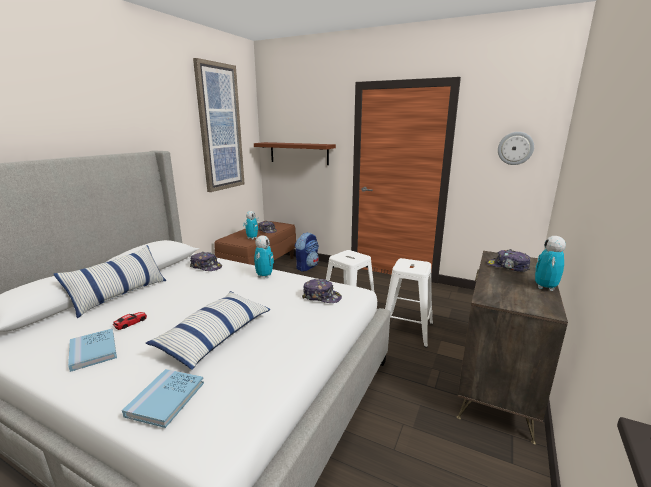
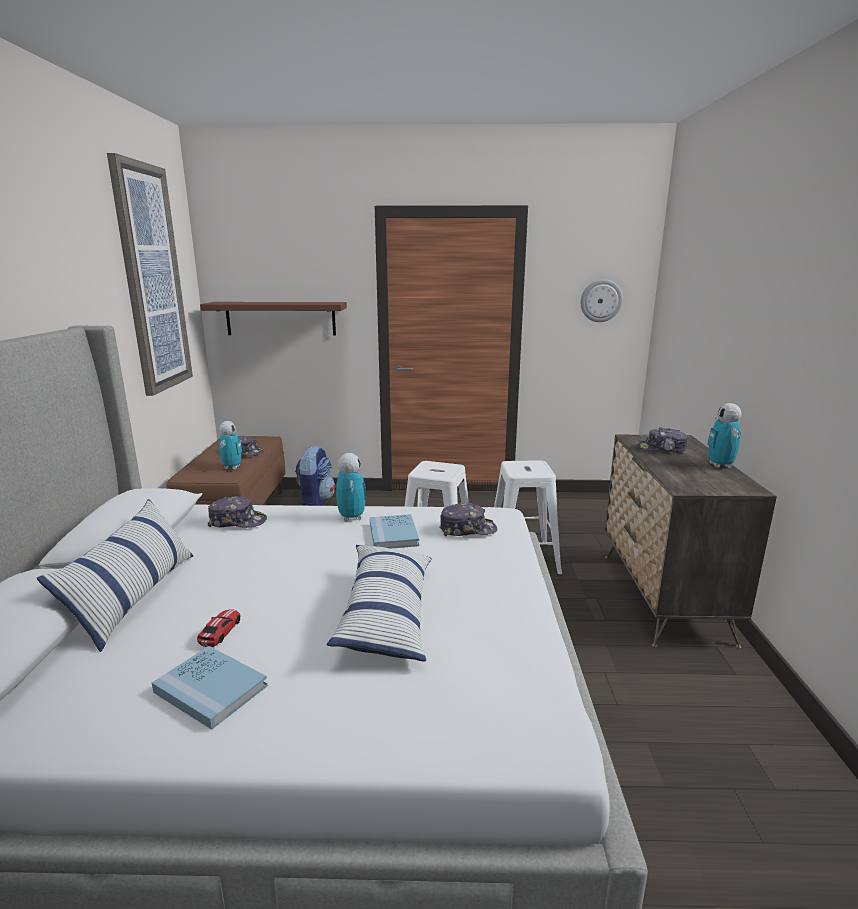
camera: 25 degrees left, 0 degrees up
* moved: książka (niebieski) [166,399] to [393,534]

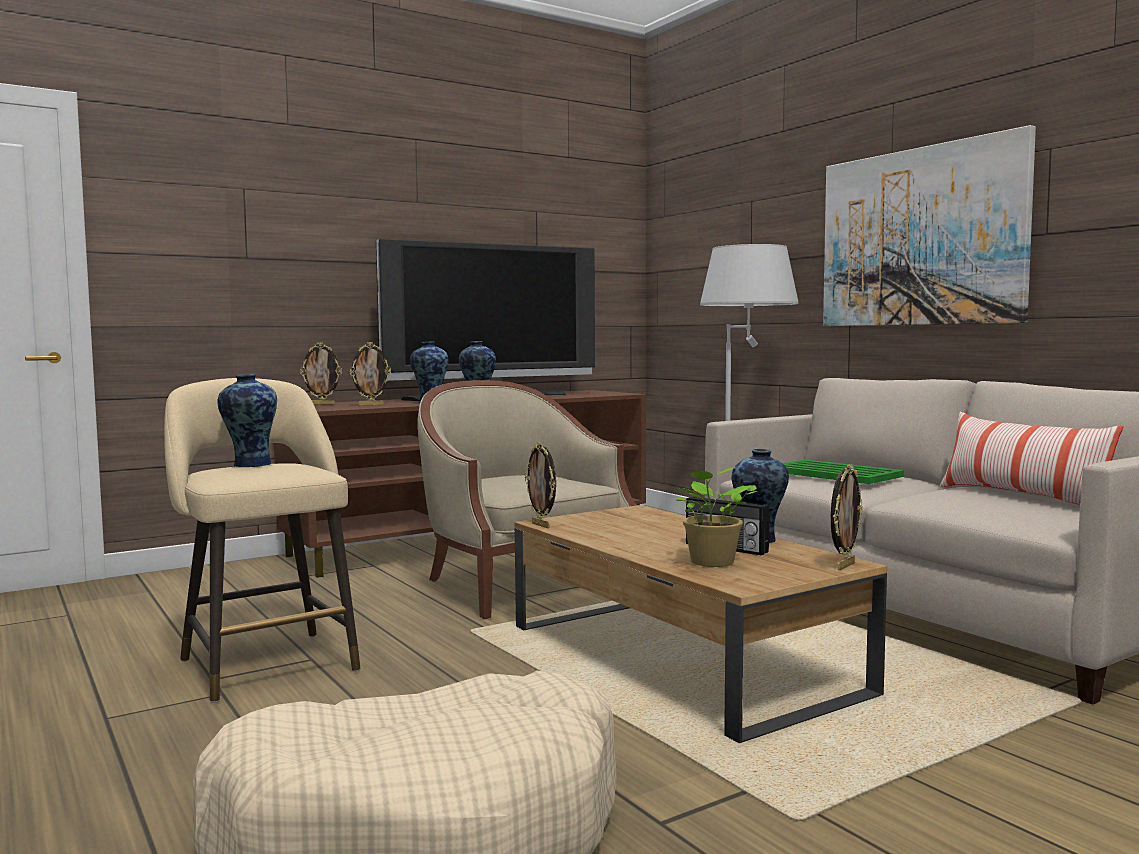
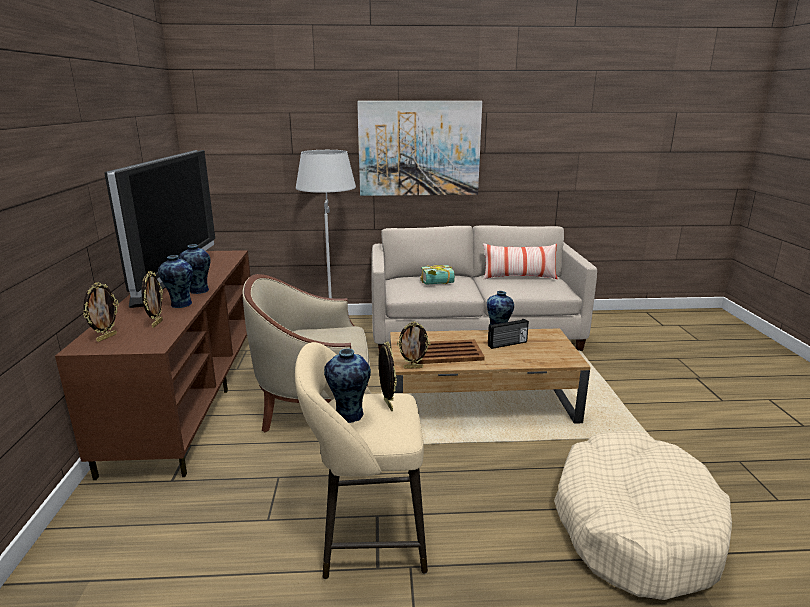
camera: 60 degrees left, 15 degrees up
* moved: ramka na zdjęcie [844,566] to [387,405]
* added: taca (brązowy) [445,353]
* replaced: taca (zielony) [834,474] to książka [438,283]
* removed: roślina doniczkowa [711,563]

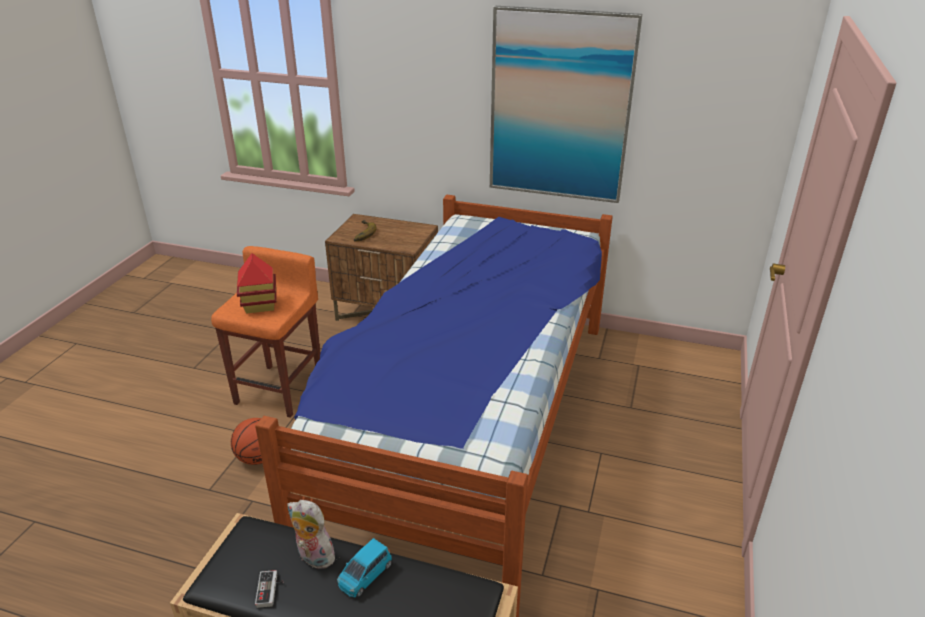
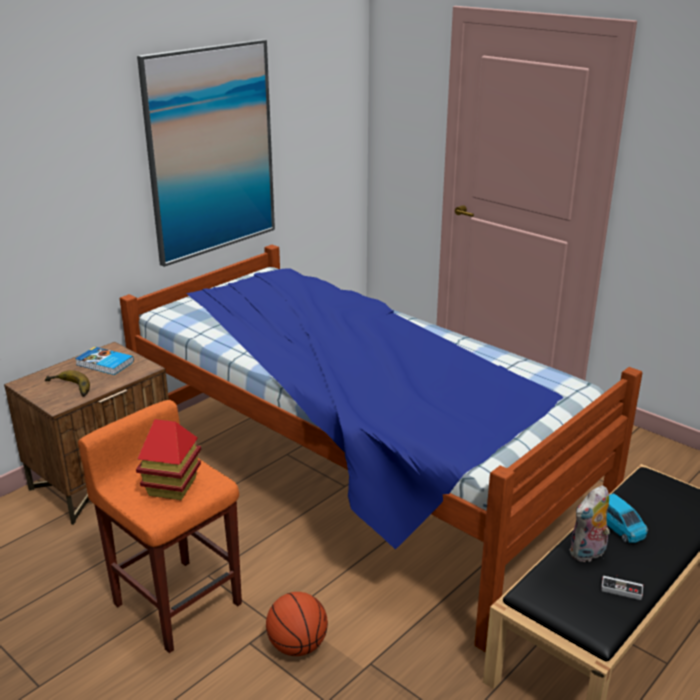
camera: 65 degrees left, 5 degrees down
* added: książka [104,364]

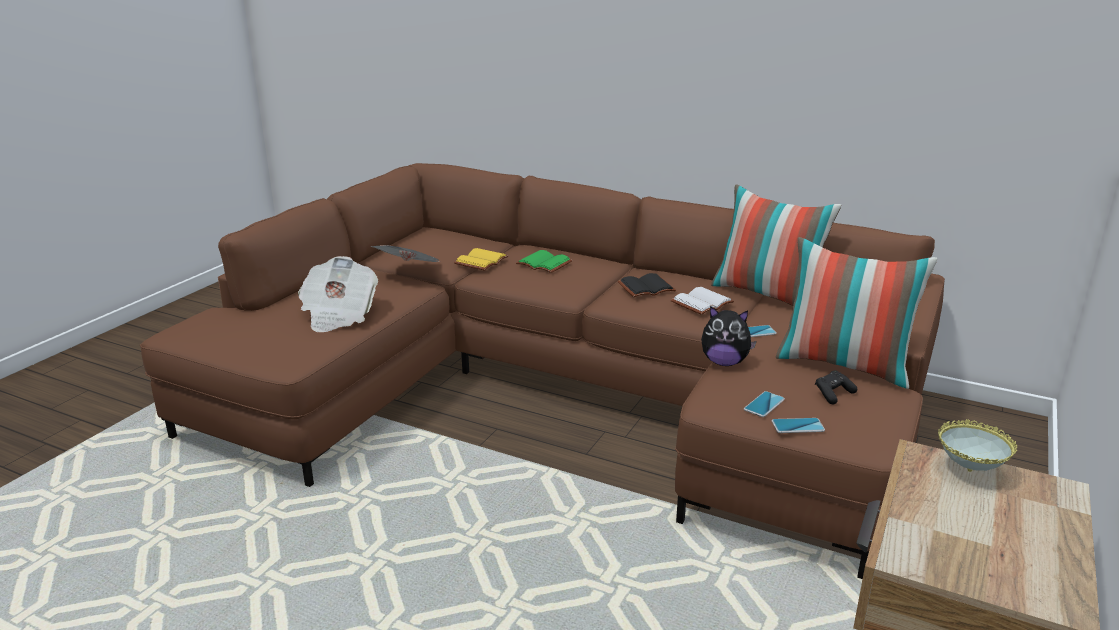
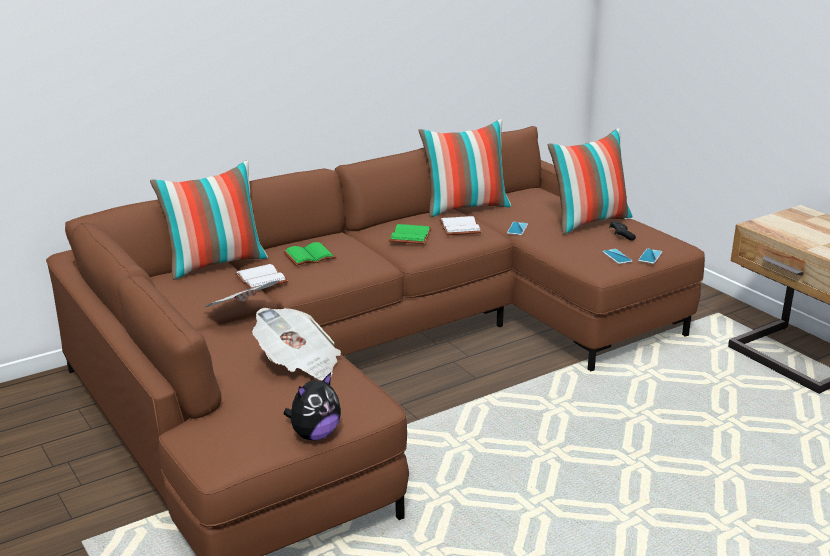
camera: 60 degrees left, 0 degrees up
* added: poduszka [215,264]
* recoloured: książka (żółty) [482,262] to książka (biały) [262,279]
* moved: pluszak [724,362] to [314,435]
* recoloured: książka (czarny) [646,287] to książka (zielony) [409,235]
* removed: miska [969,471]

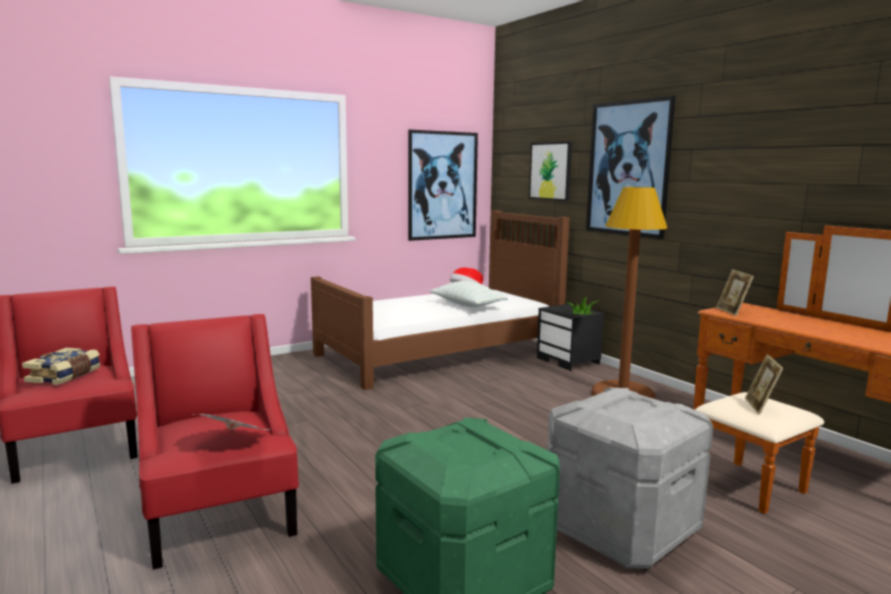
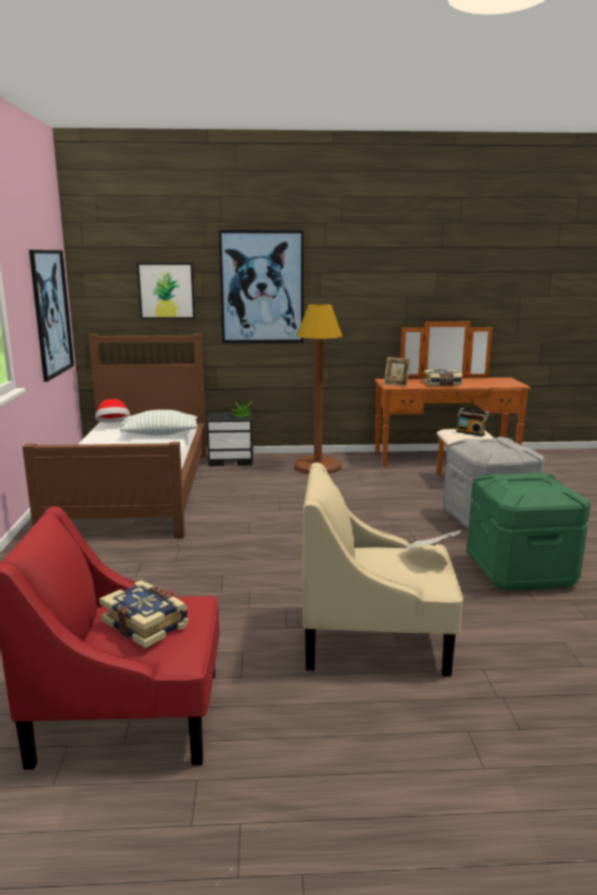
camera: 60 degrees left, 5 degrees up
* recoloured: fotel (czerwony) [219,511] to fotel (beżowy) [375,638]
* added: książka [442,384]
* replaced: ramka na zdjęcie [760,407] to radio [471,433]

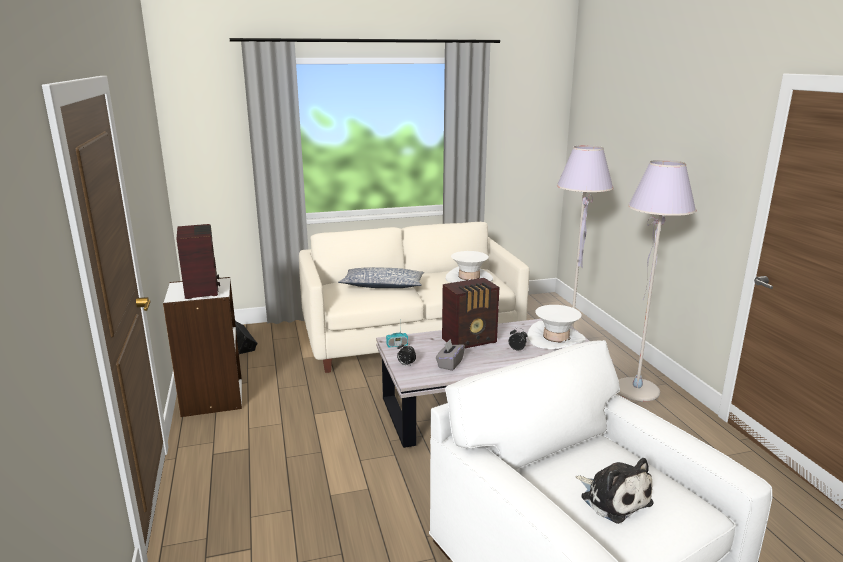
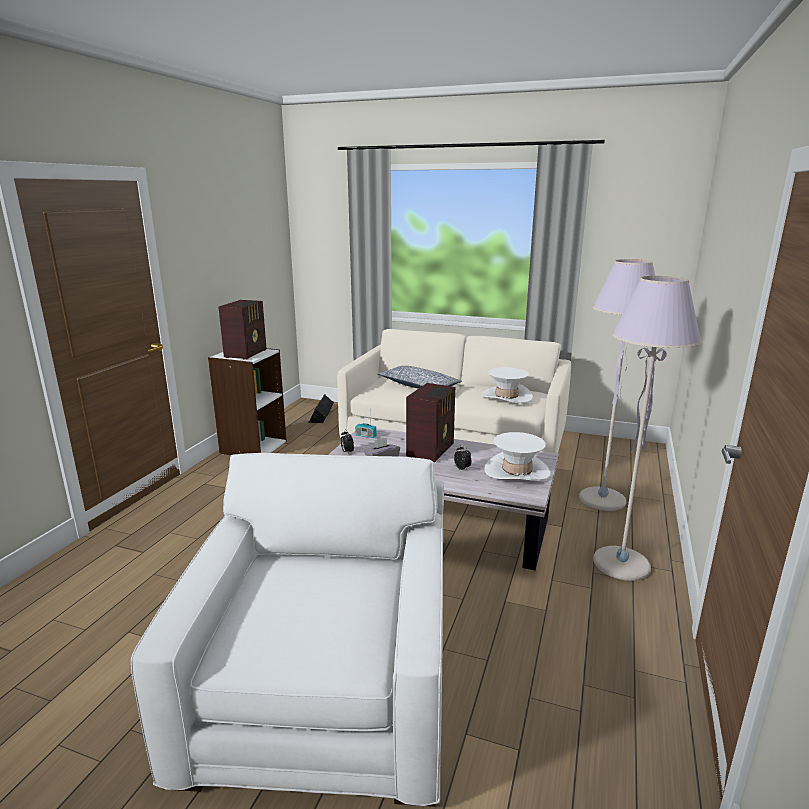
camera: 35 degrees right, 0 degrees up
* turned: radio [470,341] = [432,450] 75 degrees counterclockwise
* removed: pluszak [613,498]

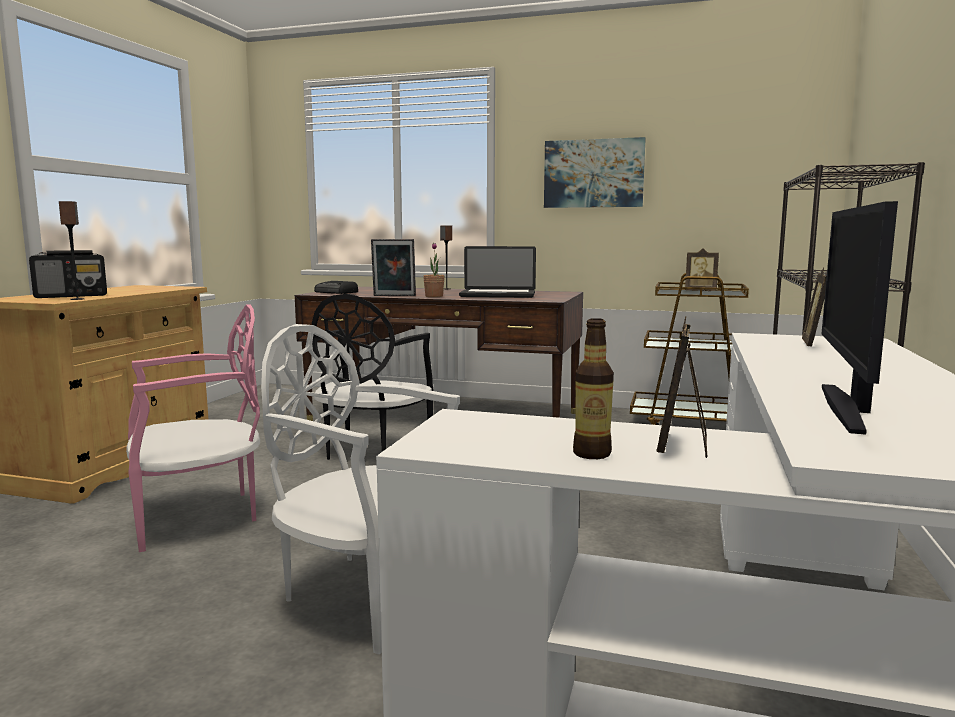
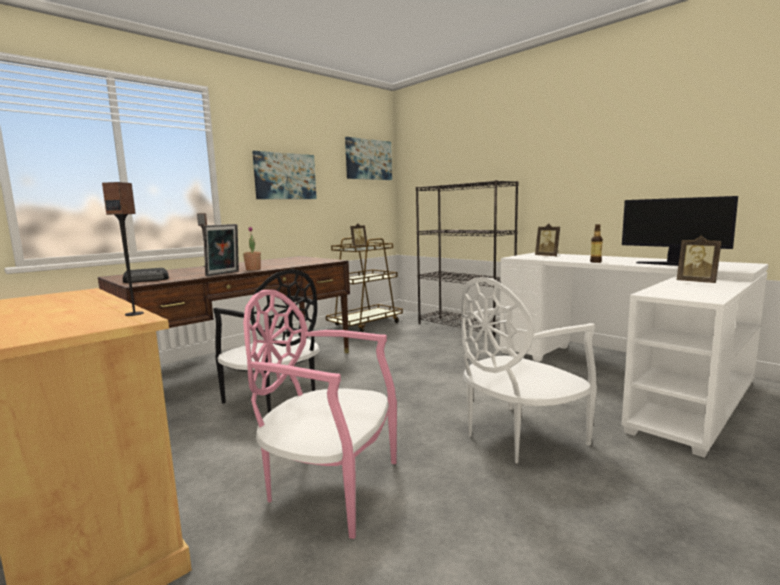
camera: 60 degrees left, 0 degrees up
* turned: krzesło (różowy) [198,515] = [329,486] 75 degrees counterclockwise
* added: obraz [368,159]
* moved: butelka [592,454] to [595,262]
* removed: radio [72,296]
* removed: laptop [497,295]

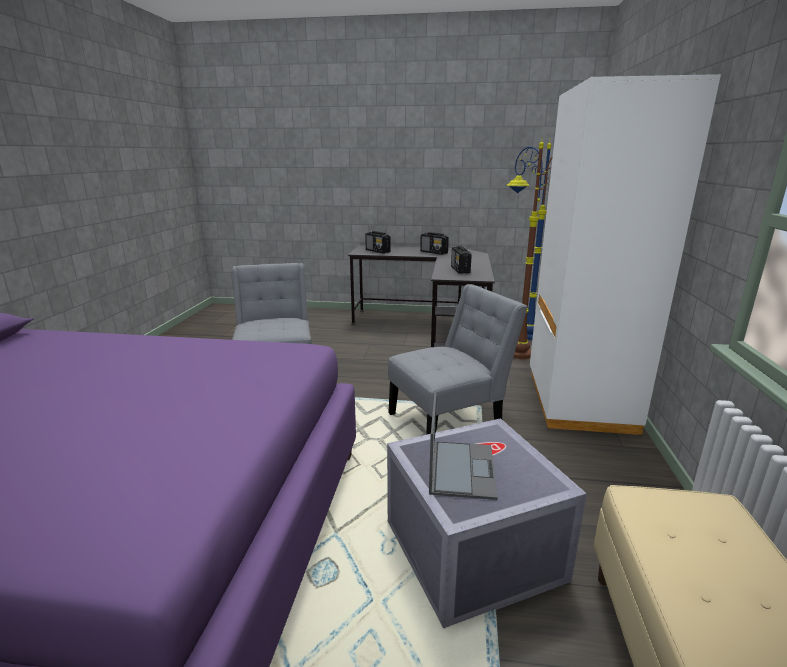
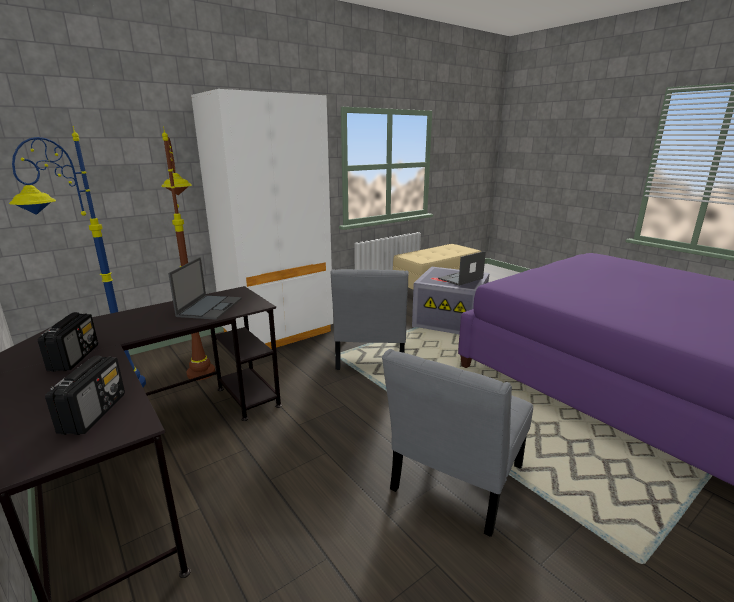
camera: 135 degrees left, 0 degrees up
* replaced: radio [460,270] to laptop [210,307]
* turned: krzesło (szary) [450,420] = [370,357] 105 degrees counterclockwise

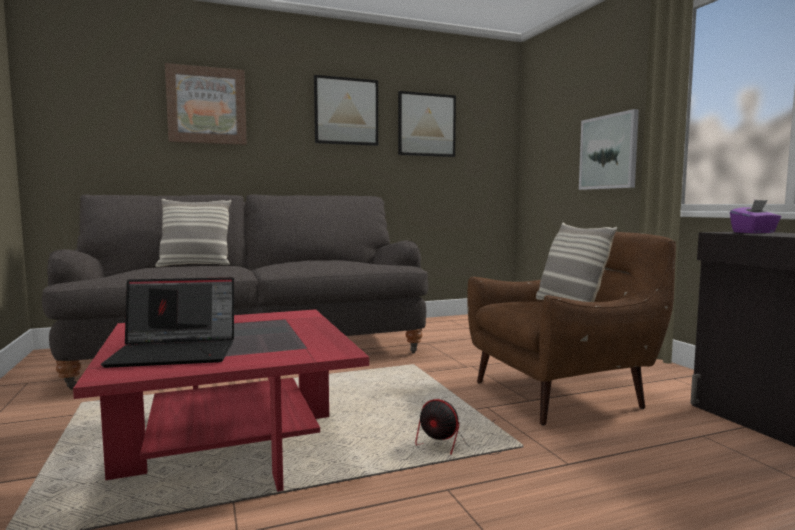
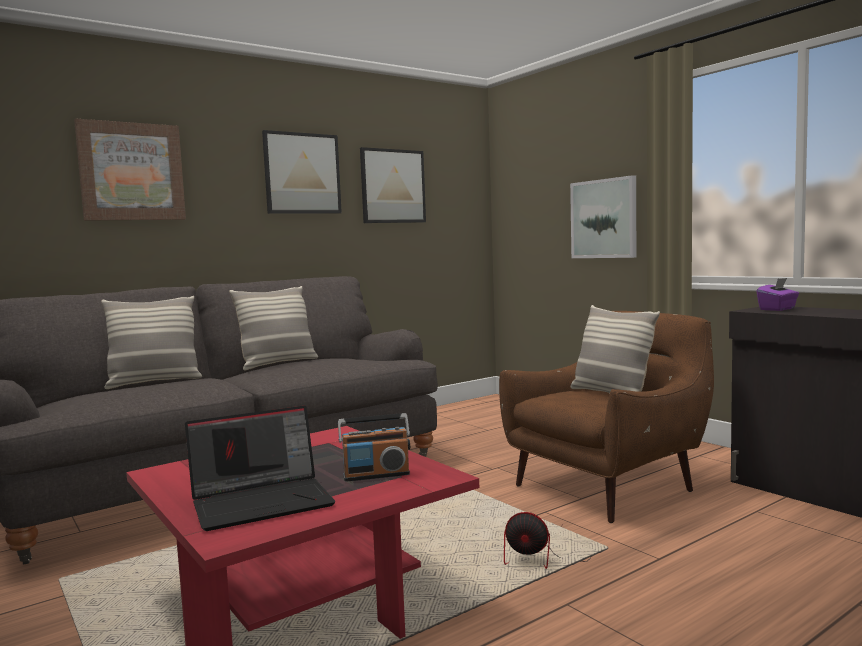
camera: 15 degrees left, 0 degrees up
* added: poduszka [277,363]
* added: radio [376,475]

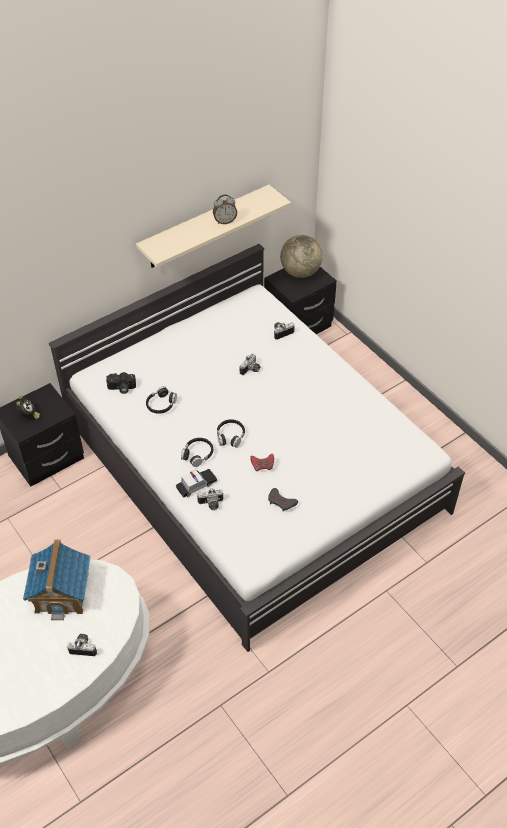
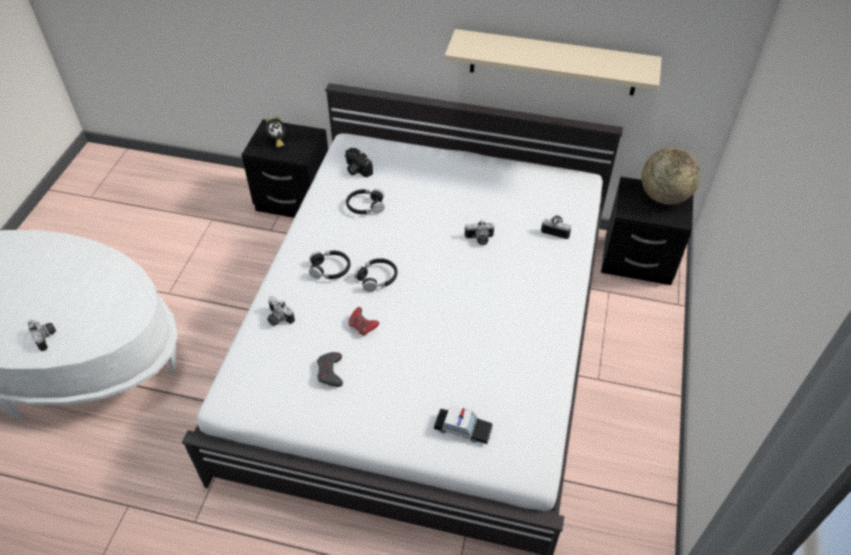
camera: 50 degrees right, 0 degrees up
* moved: samochodzik [197,485] to [463,429]
* removed: domek [62,592]
* removed: budzik [225,221]

